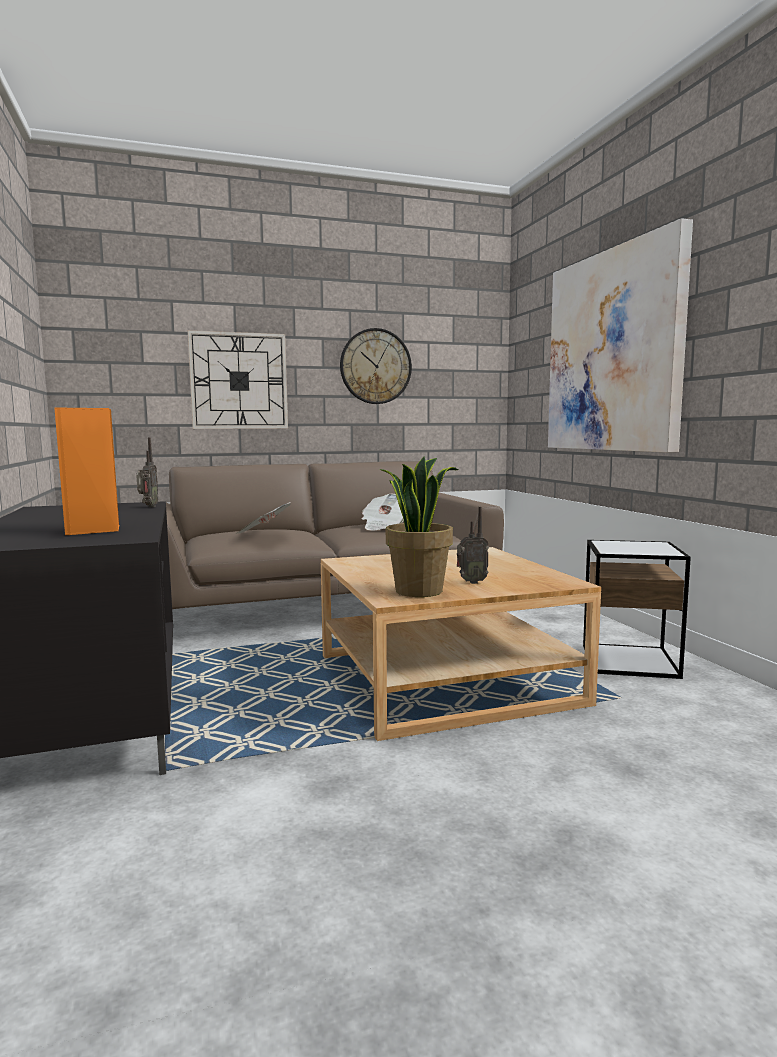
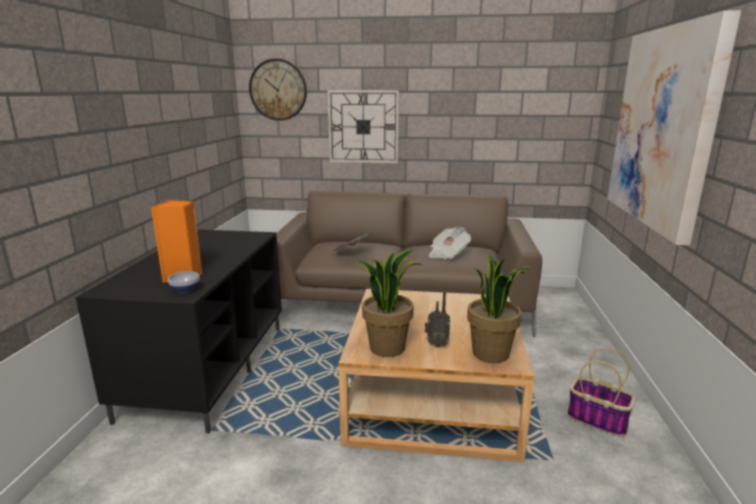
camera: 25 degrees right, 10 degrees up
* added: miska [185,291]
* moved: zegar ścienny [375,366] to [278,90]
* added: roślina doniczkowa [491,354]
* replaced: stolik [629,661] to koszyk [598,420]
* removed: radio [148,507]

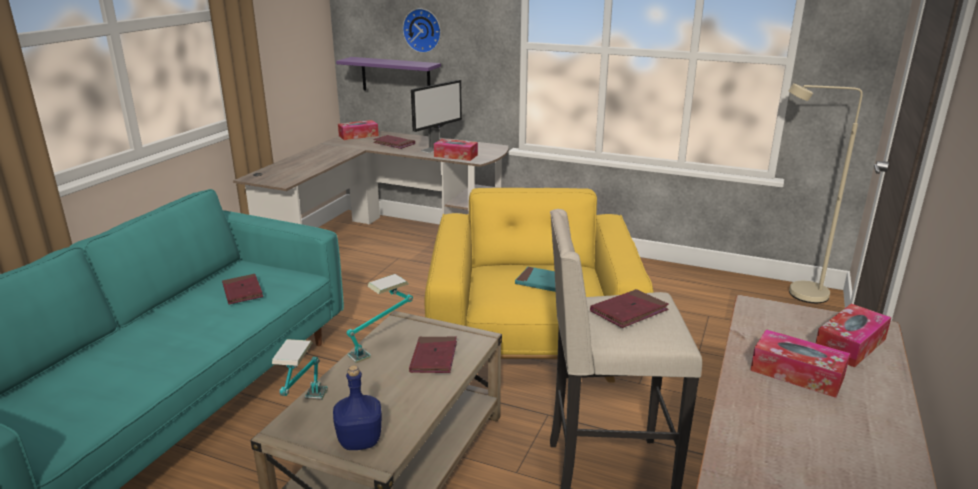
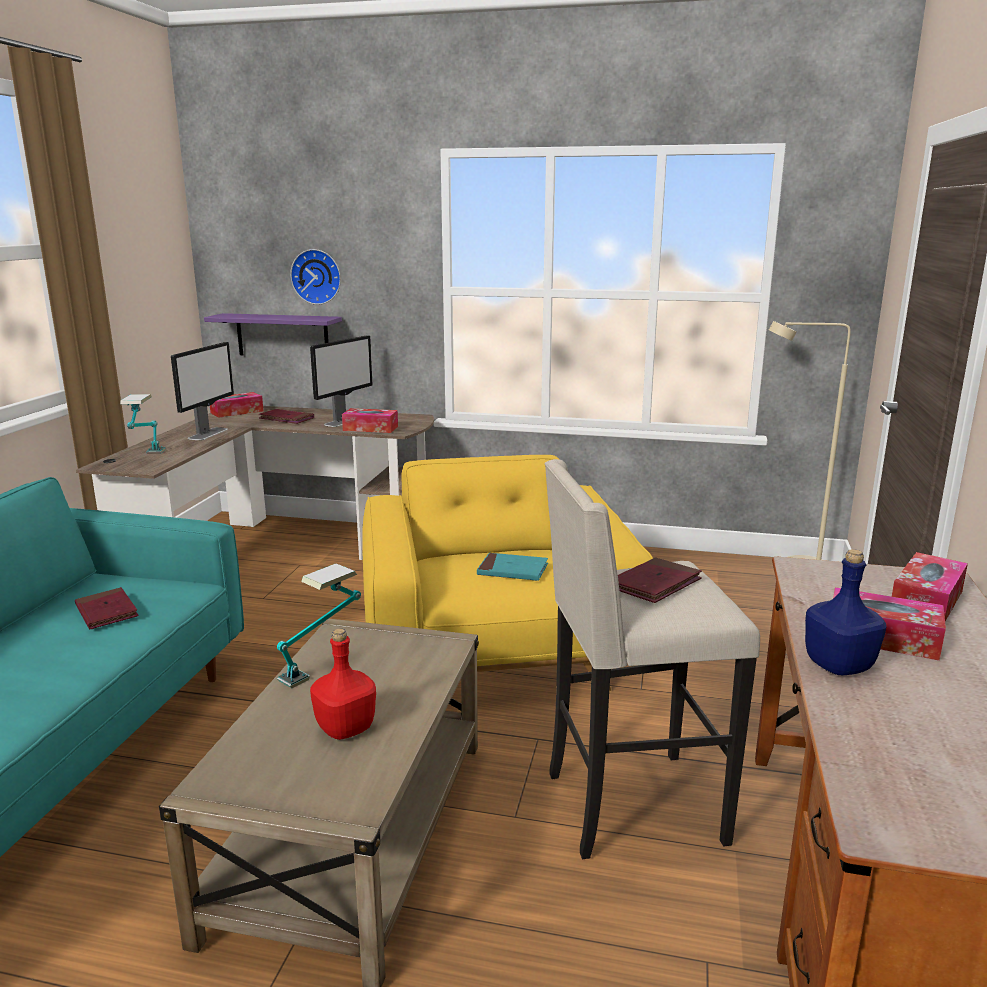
camera: 10 degrees left, 5 degrees down
* moved: lampa stołowa [306,412] to [148,458]
* added: monitor [208,433]
* added: butelka (czerwony) [346,728]
* moved: butelka (niebieski) [361,441] to [839,665]
* removed: książka (czerwony) [434,357]

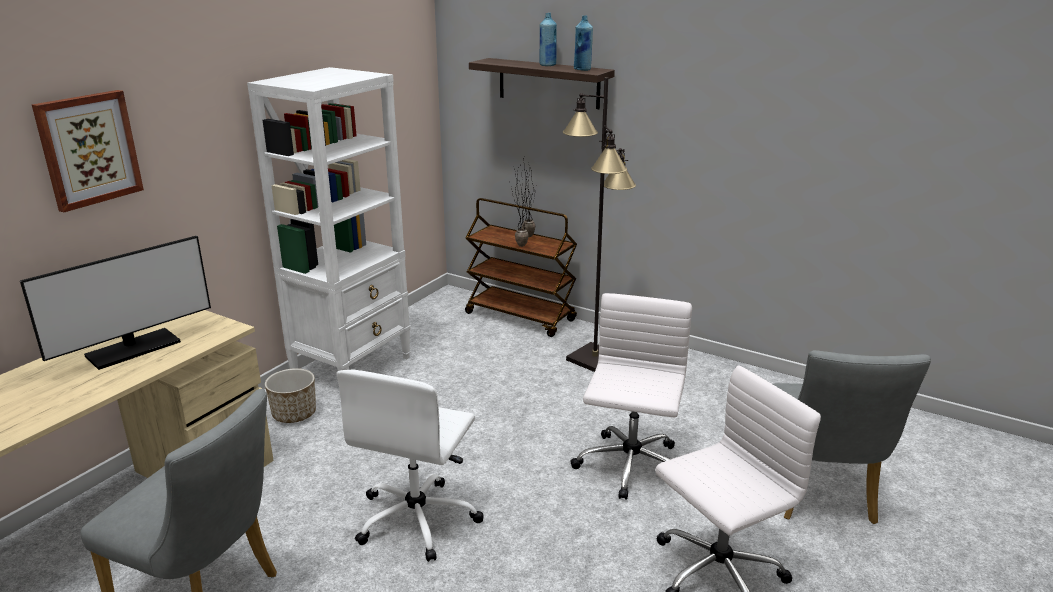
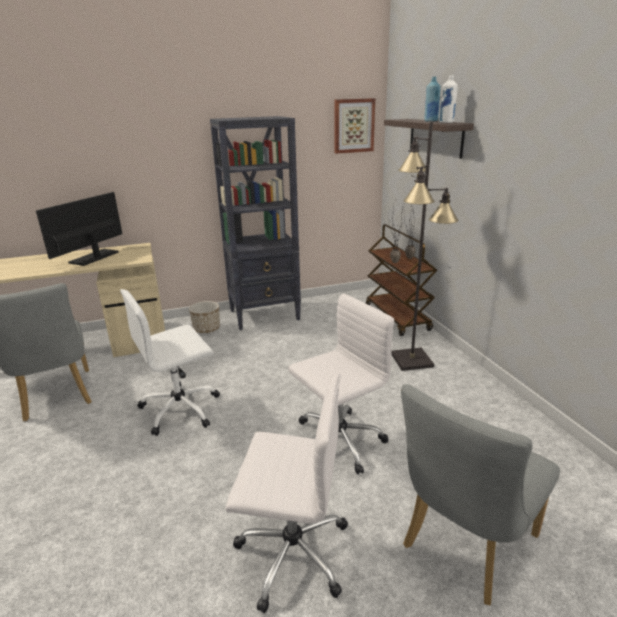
camera: 40 degrees right, 0 degrees up
* turned: monitor [133,349] = [94,257] 120 degrees clockwise
* recoloured: regał (biały) [353,367] to regał (czarny) [265,315]
* moved: obraz [88,149] to [353,126]
* recoloured: butelka (niebieski) [582,69] to butelka (biały) [446,122]

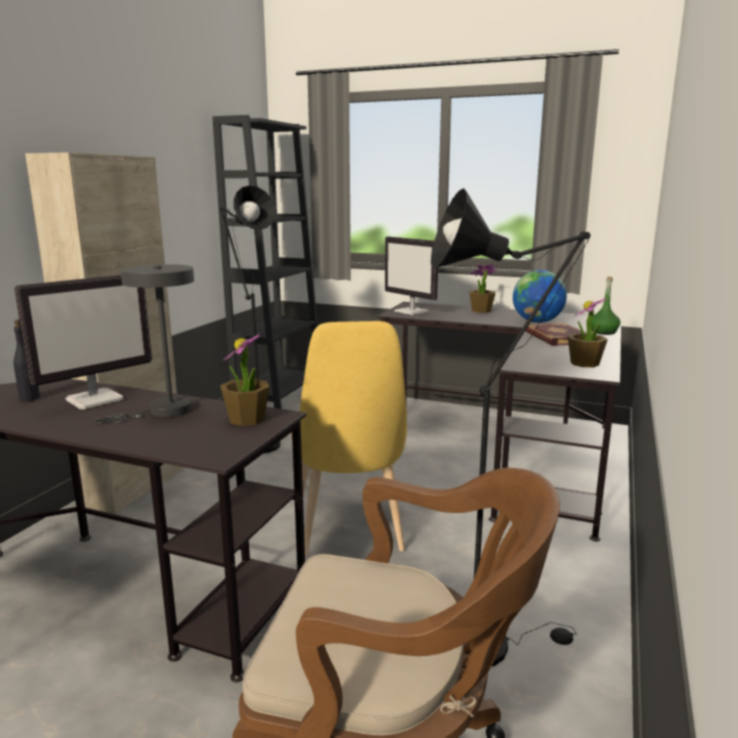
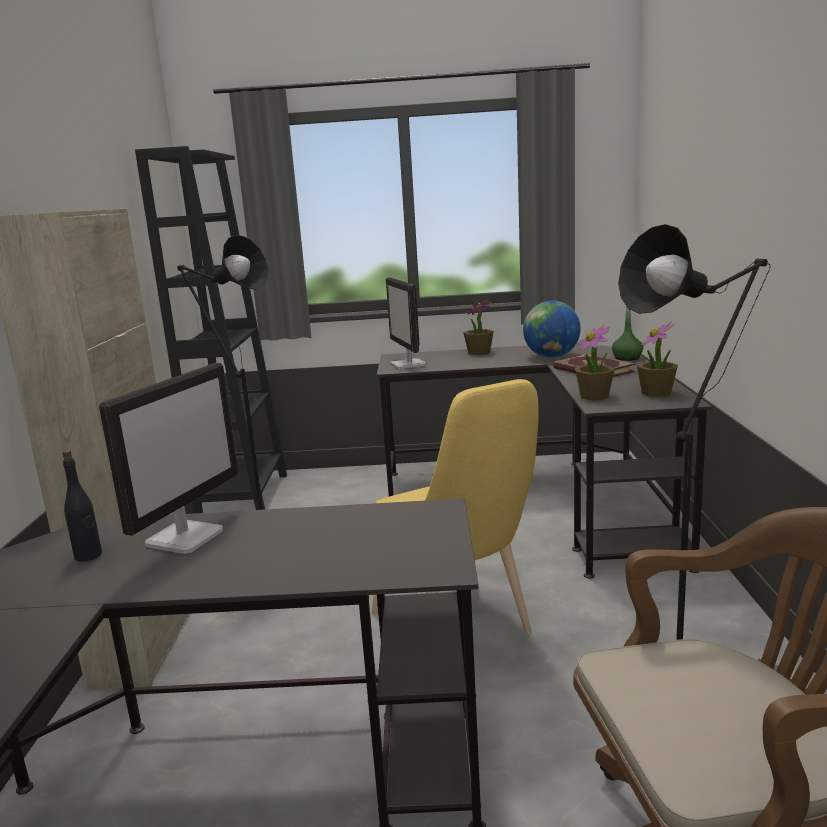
camera: 20 degrees left, 0 degrees up
* turned: monitor [411,312] = [408,365] 45 degrees clockwise
* moved: roślina doniczkowa [246,419] to [594,396]
* removed: lampa stołowa (szary) [163,412]

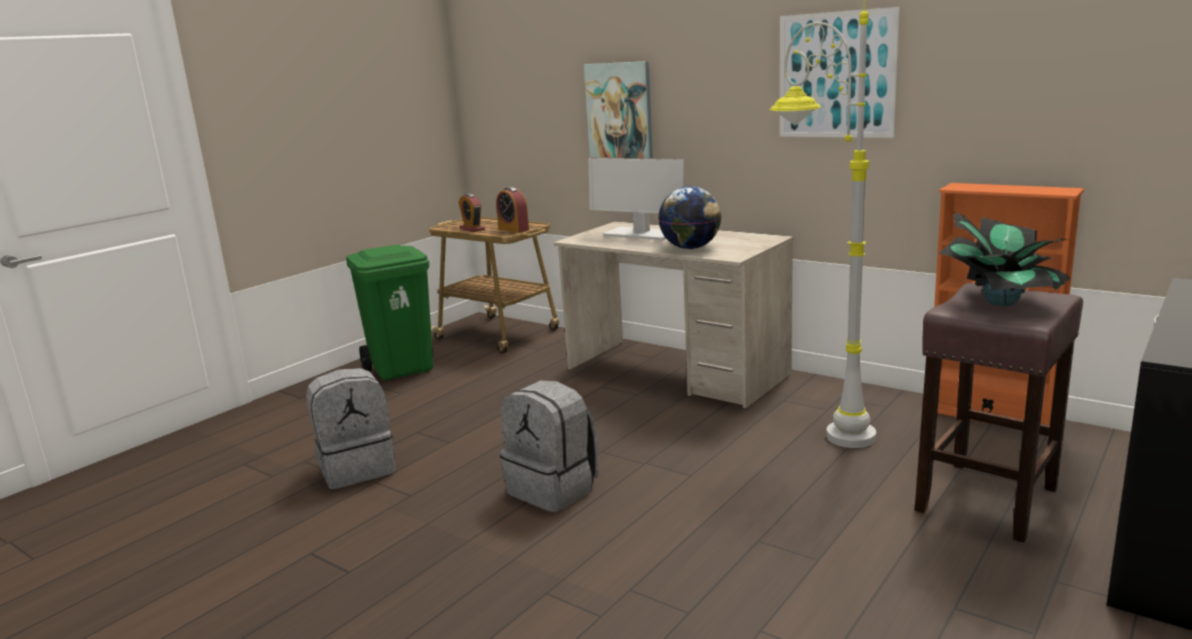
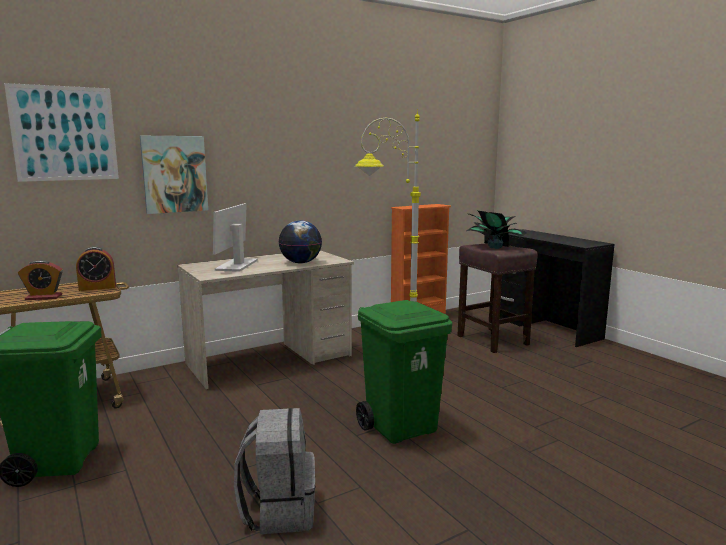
camera: 70 degrees left, 5 degrees down
* moved: obraz [836,75] to [64,133]
* turned: monitor [639,234] = [237,265] 135 degrees clockwise
* replaced: plecak (szary) [554,489] to kosz na śmieci (zielony) [401,428]

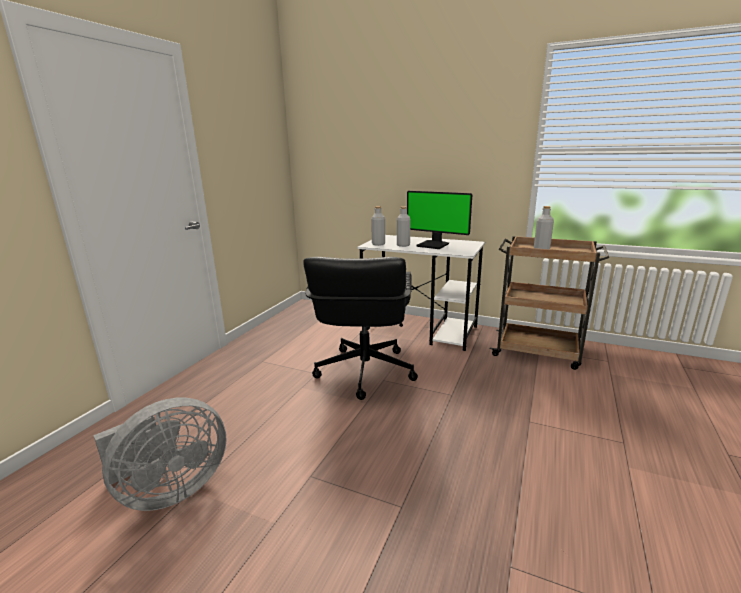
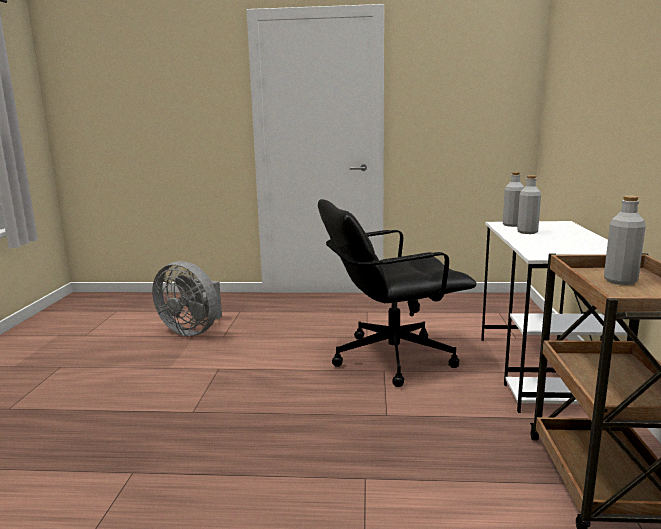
camera: 70 degrees right, 5 degrees down
* removed: monitor [434,245]

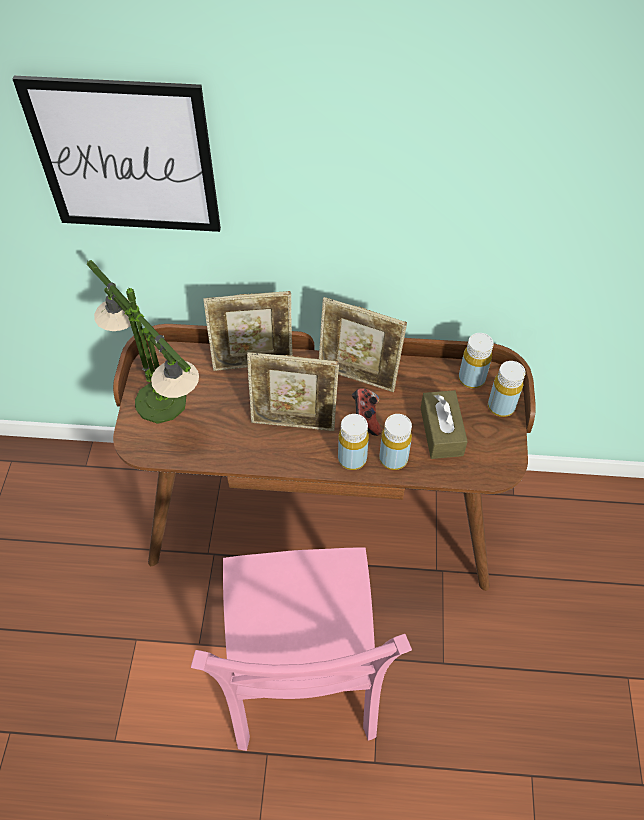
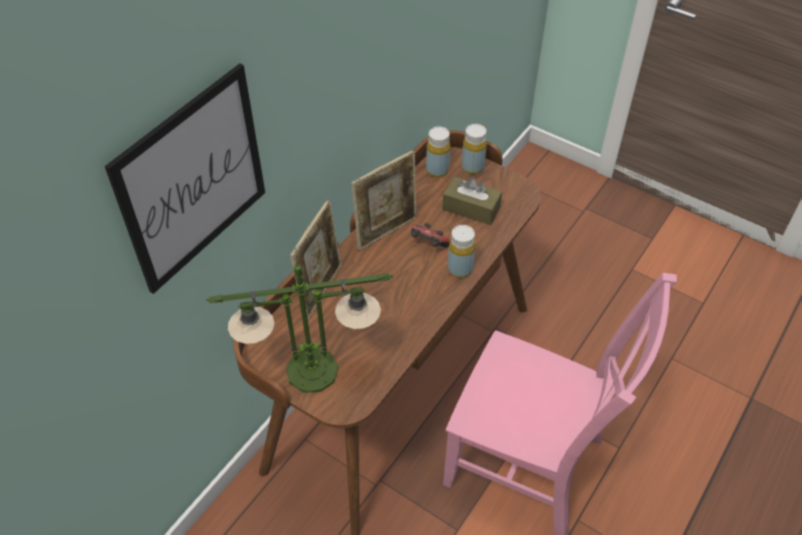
camera: 60 degrees left, 5 degrees down
* removed: ramka na zdjęcie [294,422]
* removed: butelka (żółty) [393,459]

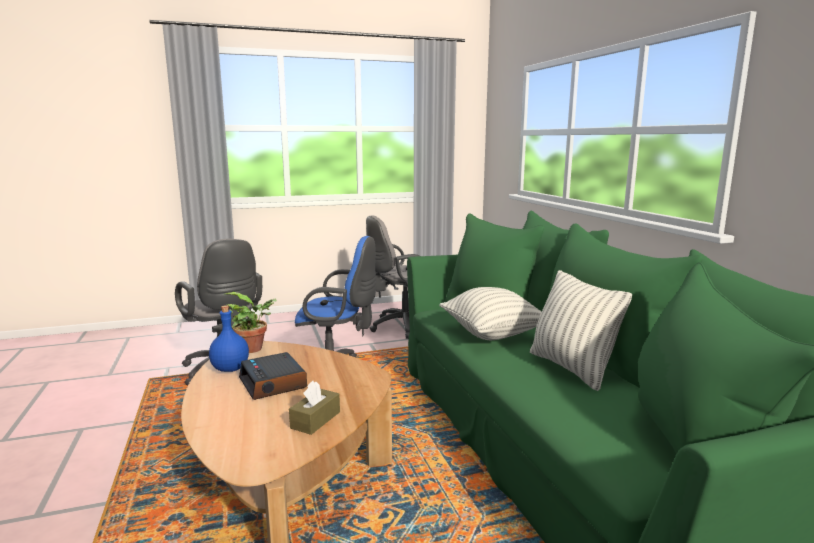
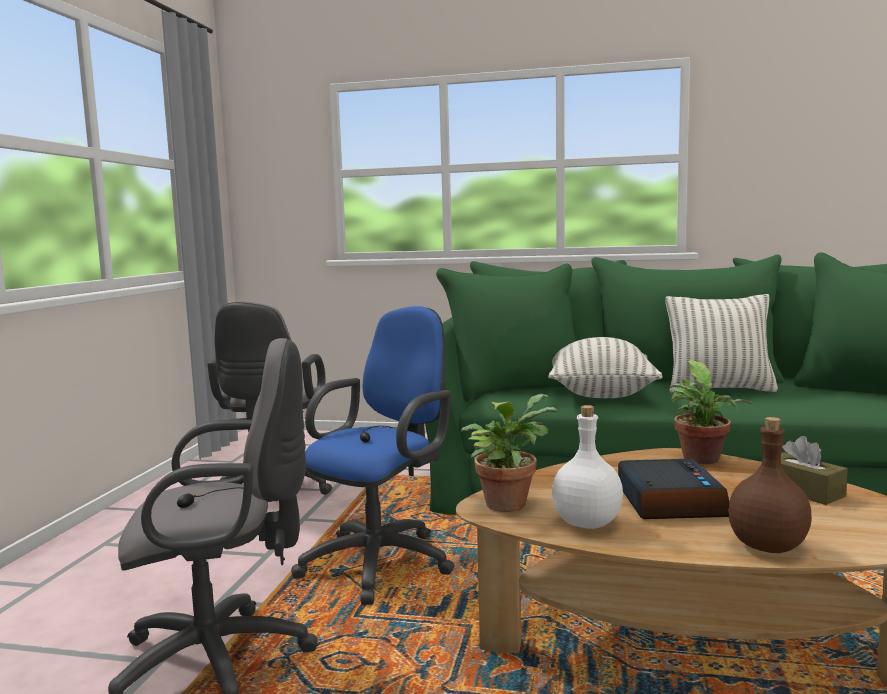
camera: 60 degrees left, 5 degrees down
* recoloured: butelka (niebieski) [230,368] to butelka (biały) [586,524]
* turned: budzik [274,383] = [669,501] 90 degrees counterclockwise
* added: roślina doniczkowa [702,460]
* added: butelka (brązowy) [766,546]

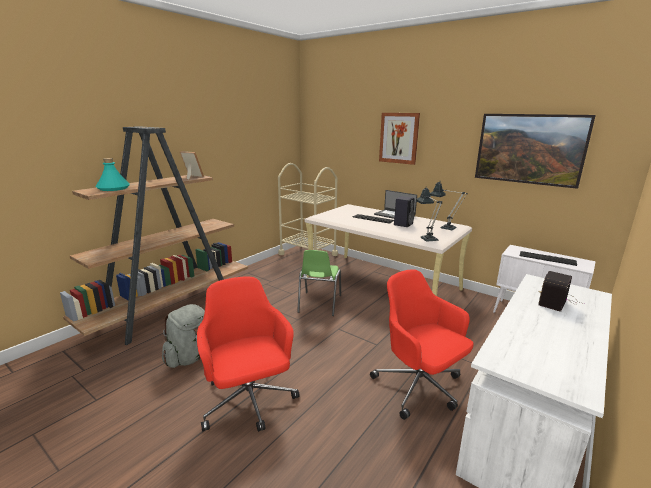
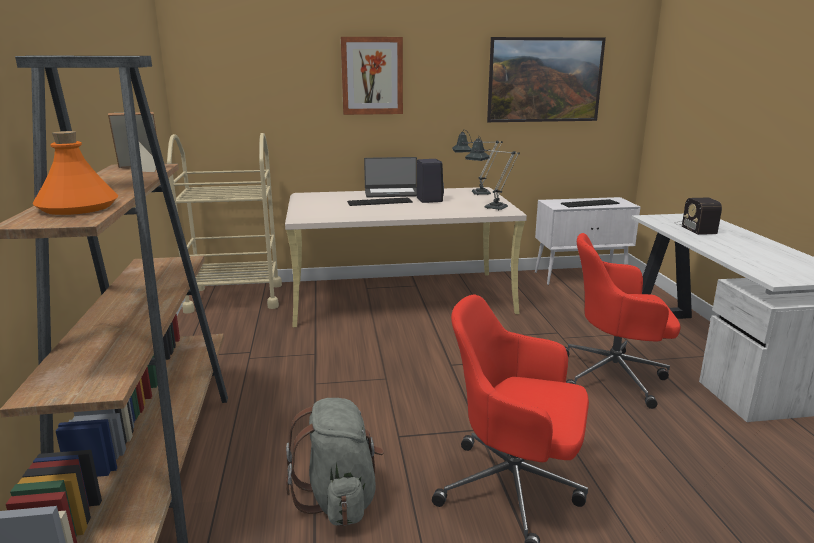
camera: 45 degrees left, 0 degrees up
* recoloured: butelka (turkusowy) [113,188] to butelka (pomarańczowy) [78,207]
* removed: krzesło (zielony) [319,304]

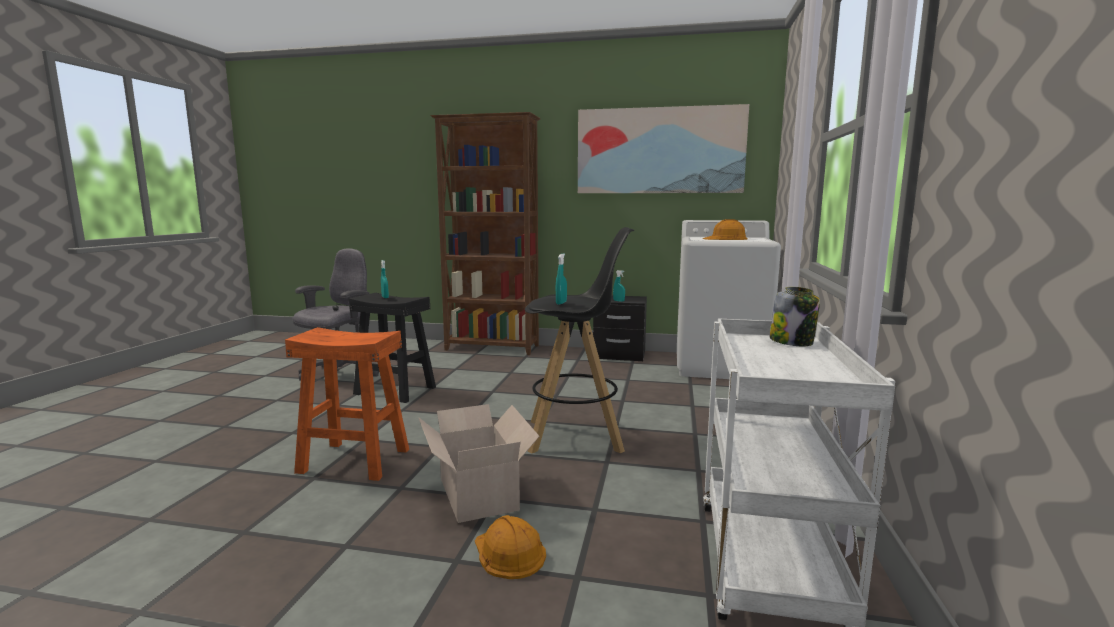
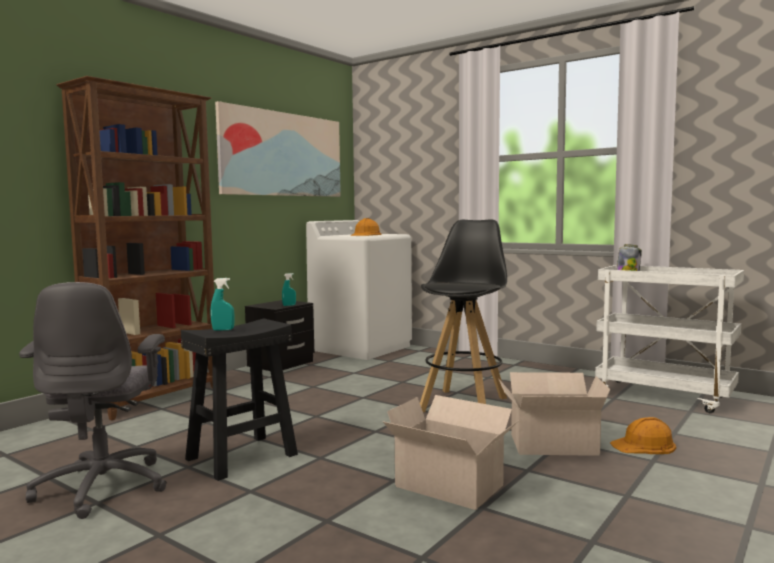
camera: 65 degrees left, 5 degrees down
* turned: krzesło biurowe (szary) [339,375] = [104,486] 150 degrees counterclockwise
* replaced: stołek (pomarańczowy) [353,461] to karton [451,487]
* removed: spryskiwacz (turkusowy) [561,303]

